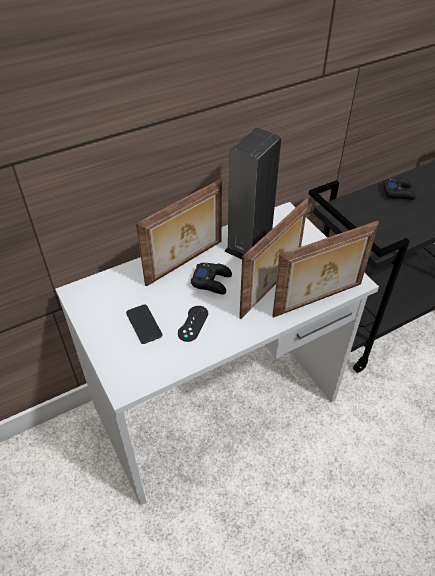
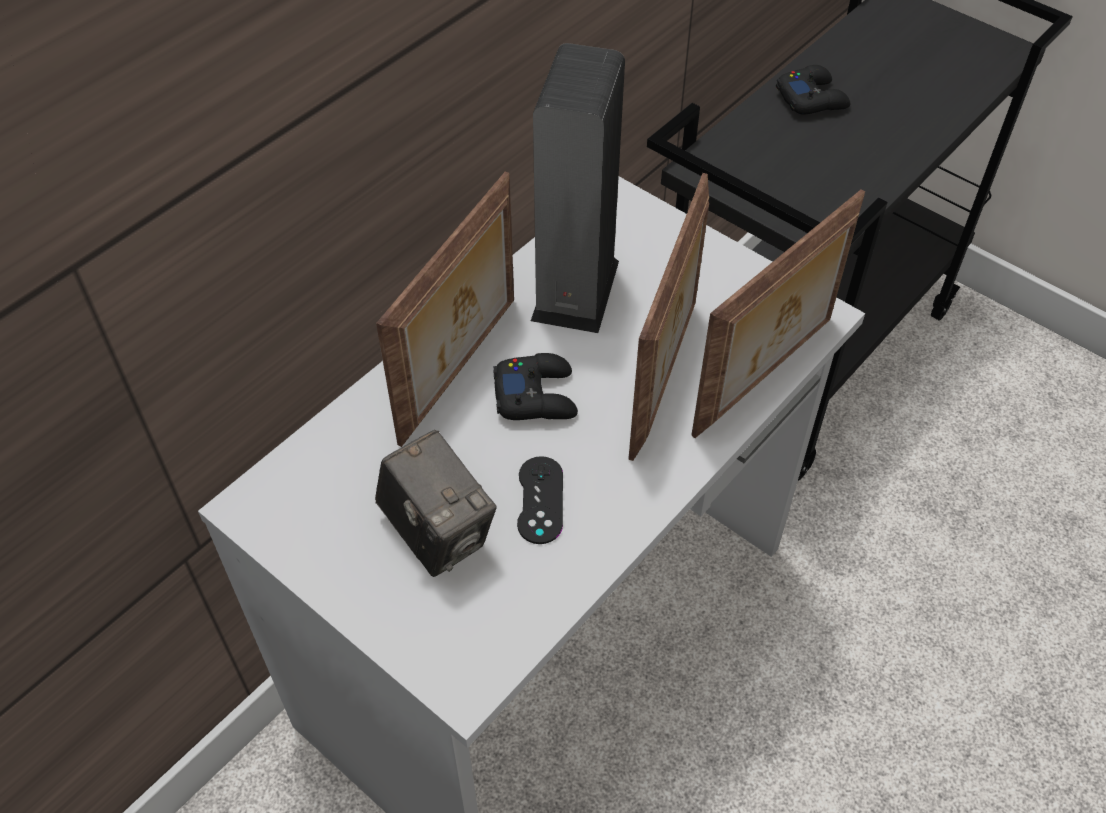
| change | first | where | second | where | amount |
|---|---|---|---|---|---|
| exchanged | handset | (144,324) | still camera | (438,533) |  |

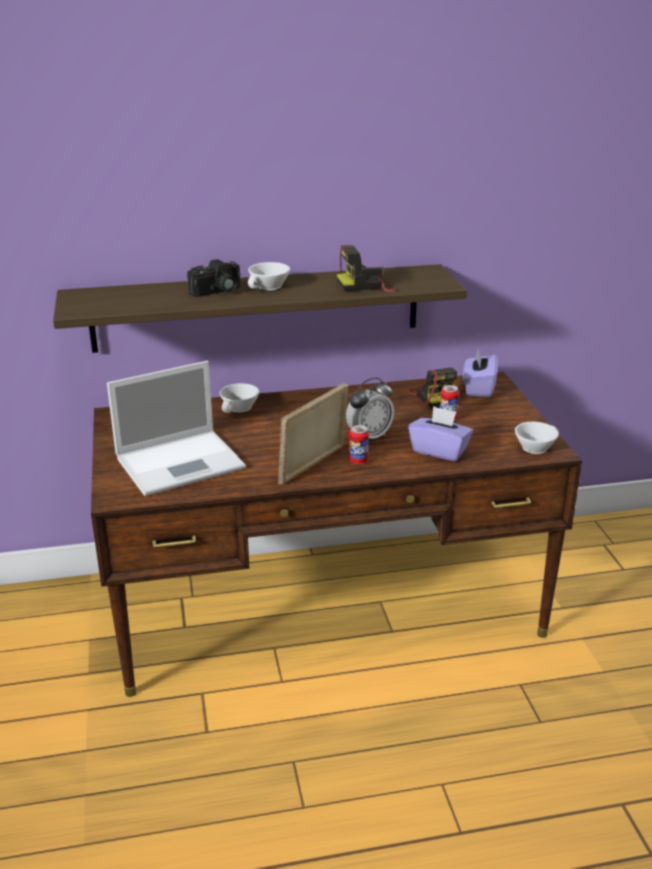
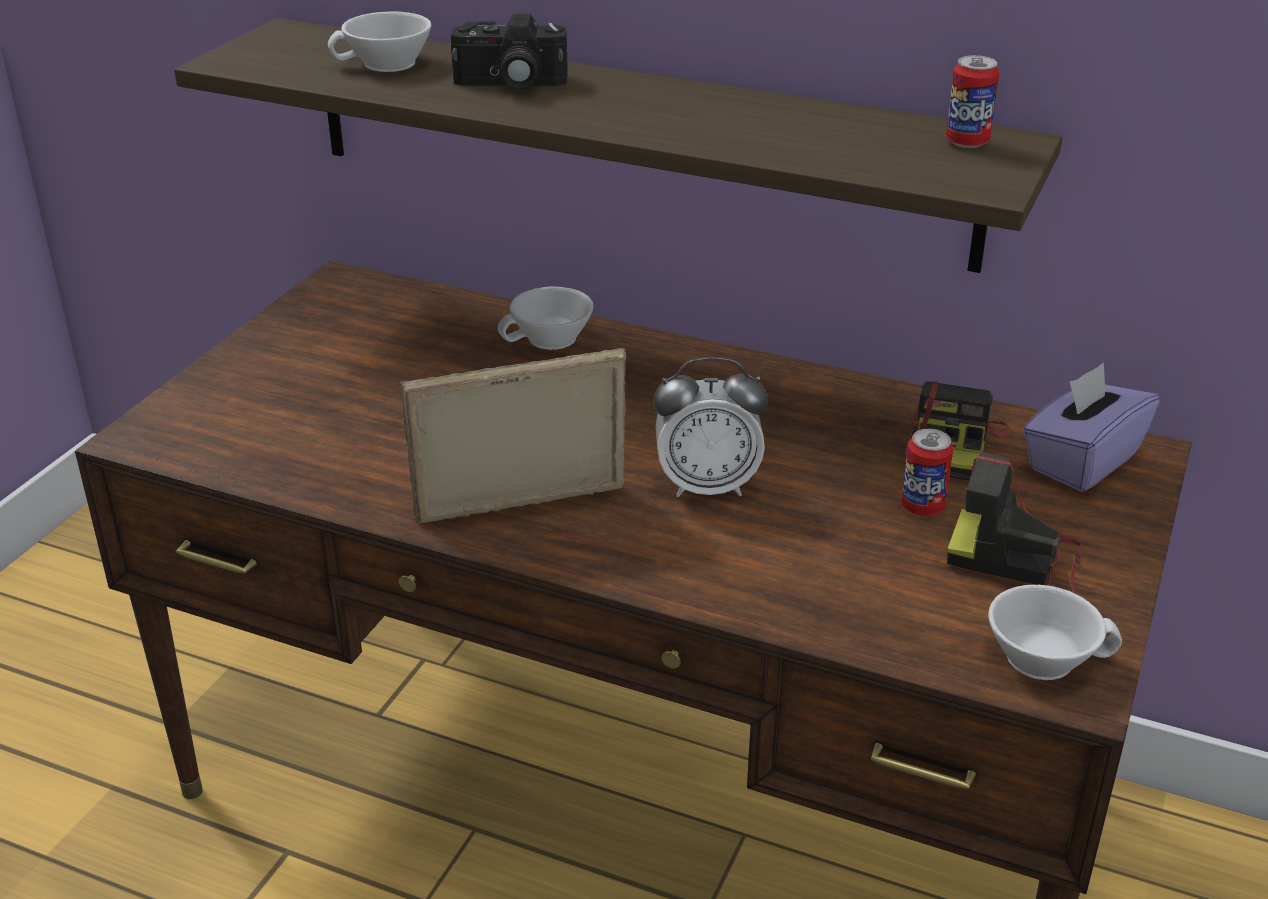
| change | first | where | second | where | amount |
|---|---|---|---|---|---|
| missing | portable computer | (182,462) |  |  |  |
| missing | purple-coloured box of tissues | (439,450) |  |  |  |
| relocated | white small cup | (269,286) |  | (387,64) |  |
| relocated | still camera | (366,286) |  | (1019,563) |  |
| relocated | sealed can | (358,461) |  | (967,142) |  |

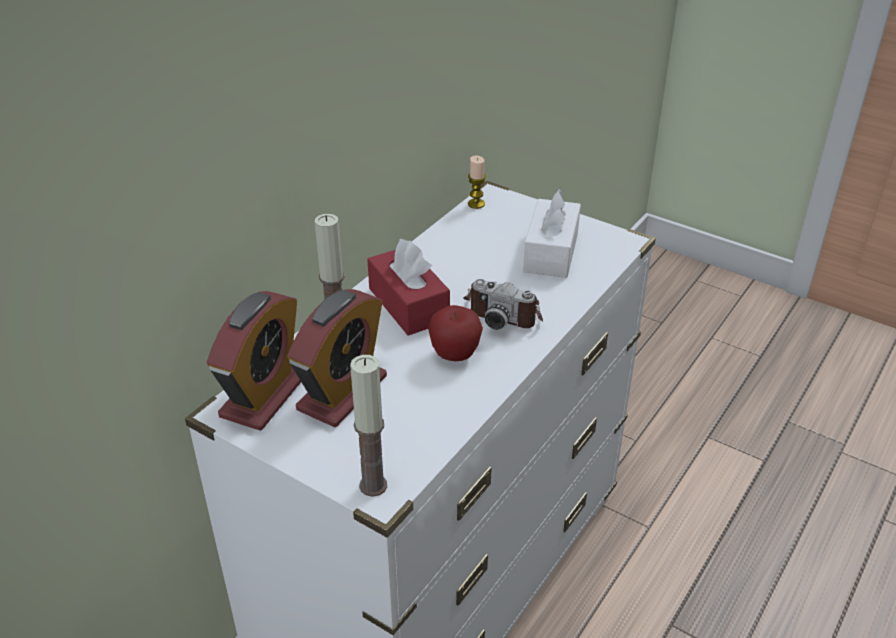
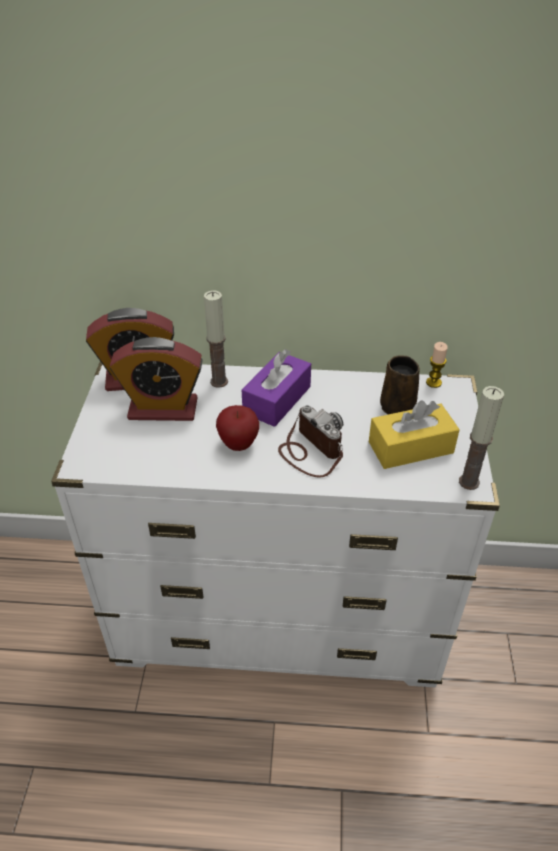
| change | first | where | second | where | amount |
|---|---|---|---|---|---|
| appeared |  |  | brownish coffee mug | (396,406) |  |
| relocated | wax light | (373,485) |  | (469,482) |  |
| colour | reddish box of tissues | (408,305) | purple-coloured box of tissues | (277,400) |  |
| colour | white box of tissues | (551,252) | yellowish box of tissues | (410,447) |  |
| spun | still camera | (505,311) |  | (310,450) | 150 degrees clockwise |

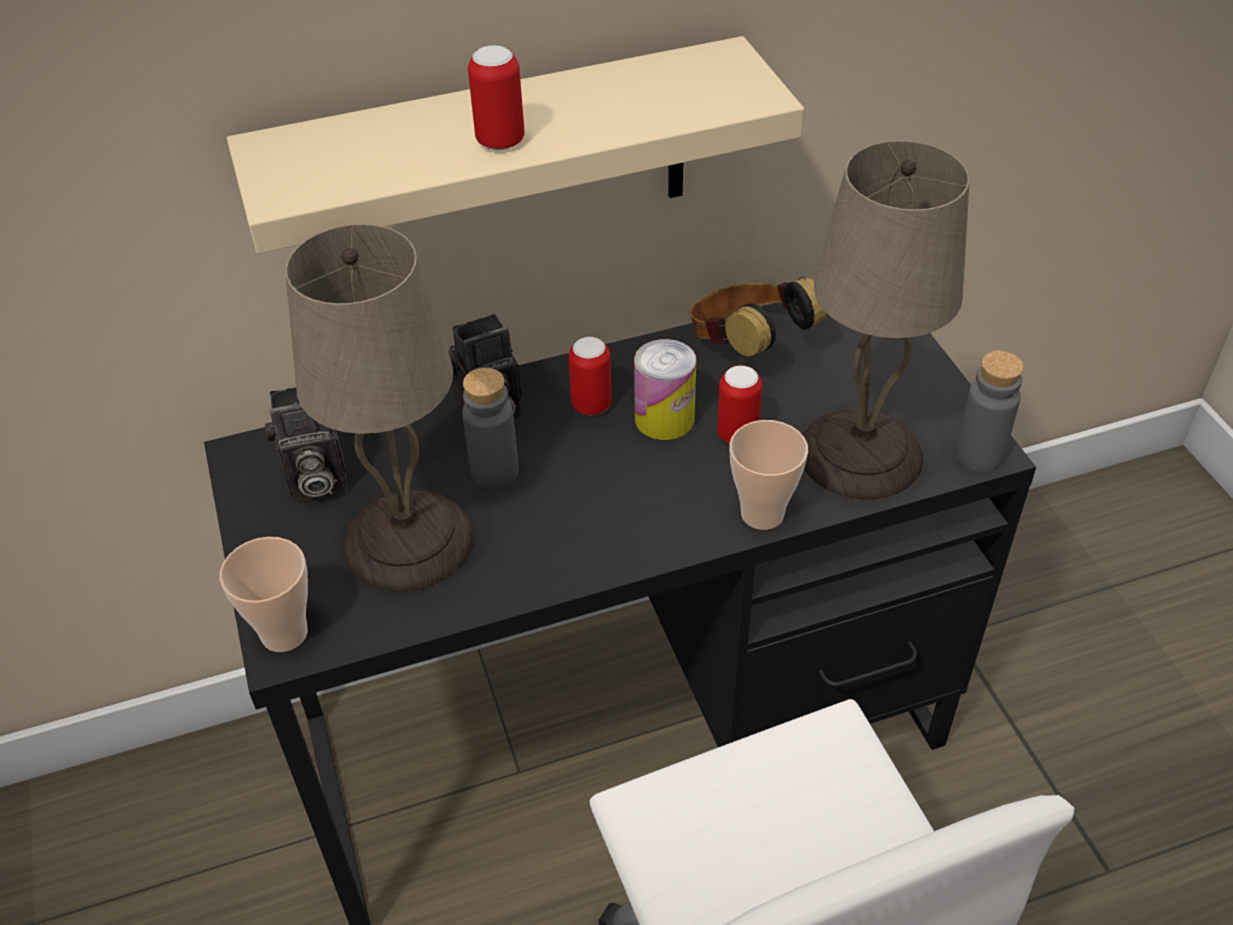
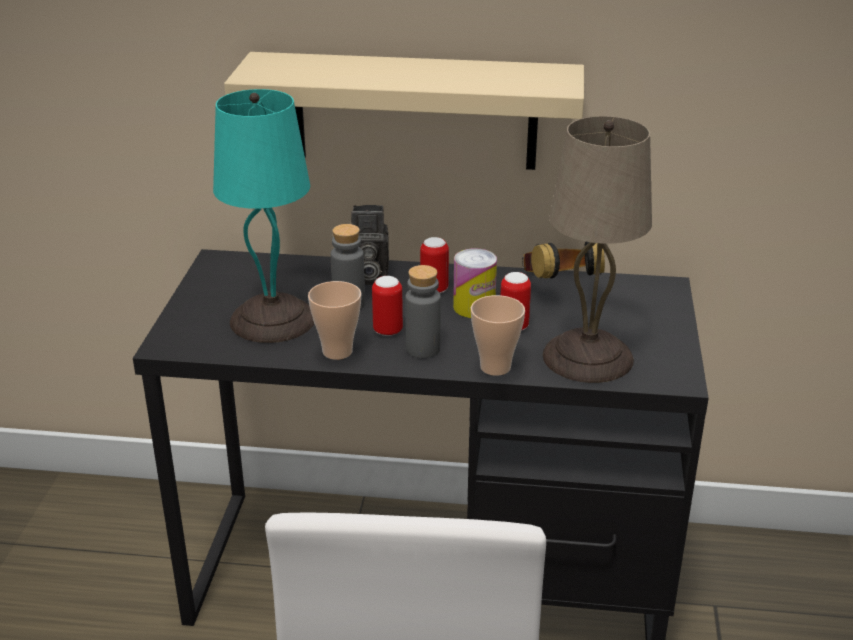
| change | first | where | second | where | amount |
|---|---|---|---|---|---|
| missing | still camera | (314,483) |  |  |  |
| relocated | small cup | (284,633) |  | (337,351) |  |
| relocated | sealed can | (500,141) |  | (387,331) |  |
| relocated | grey drink bottle | (978,455) |  | (423,349) |  |
| colour | sand-coloured lamp for a table | (406,542) | blue-green lamp for a table | (271,320) |  |

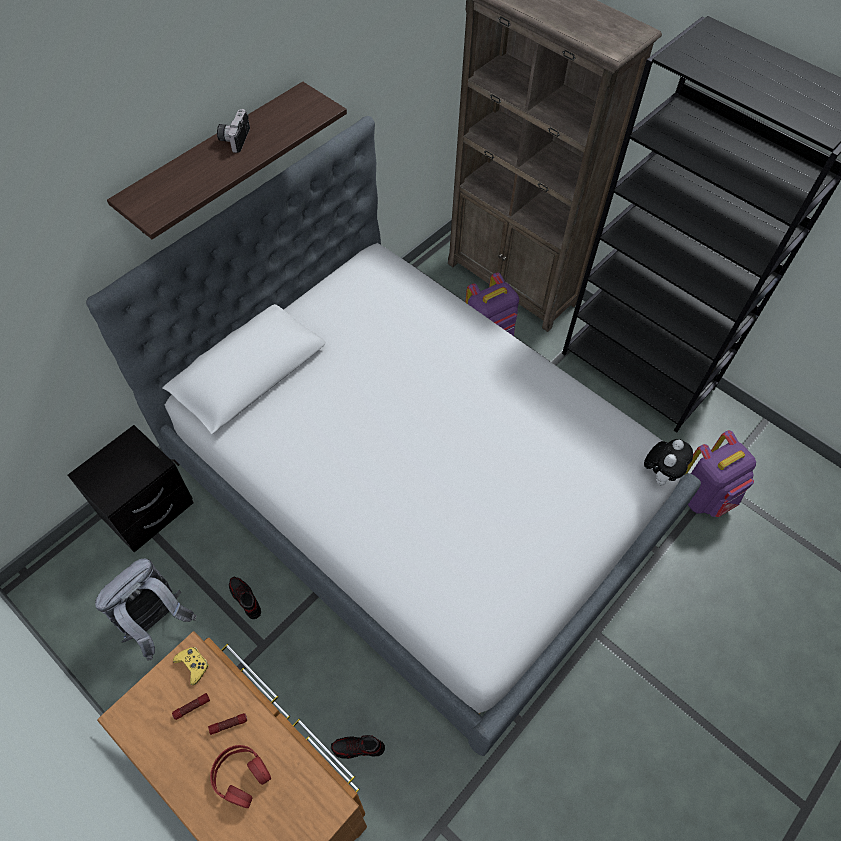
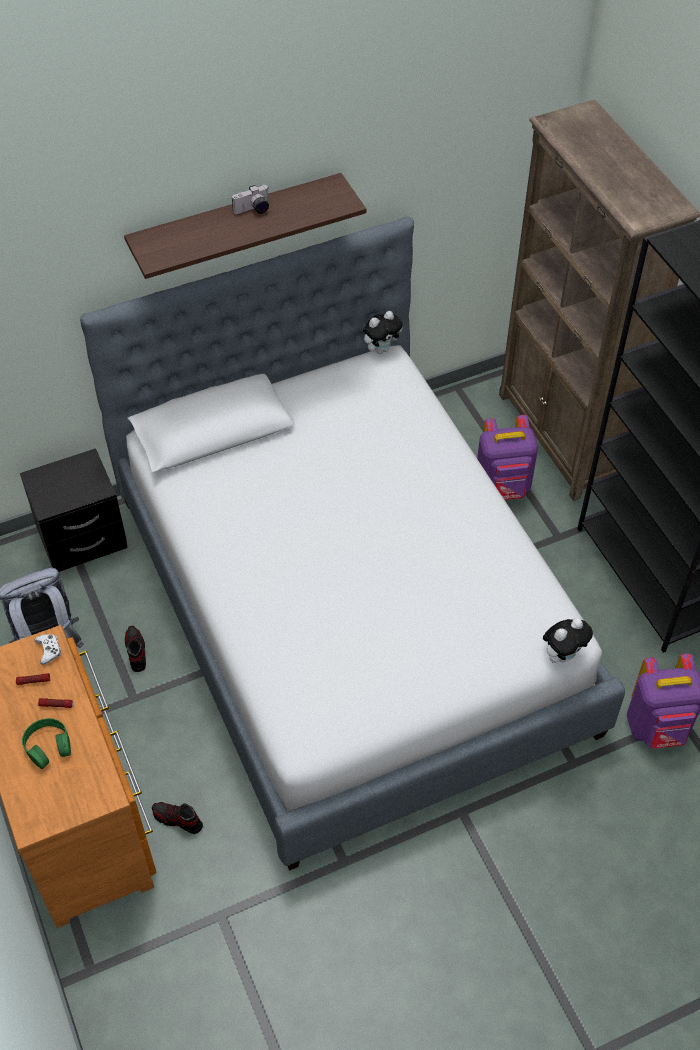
| change | first | where | second | where | amount |
|---|---|---|---|---|---|
| appeared |  |  | plush toy | (381,349) |  |
| colour | yellowish game controller | (193,665) | white game controller | (49,650) |  |
| colour | reddish headphones | (241,776) | greenish headphones | (48,746) |  |
| spun | still camera | (234,138) |  | (253,210) | 150 degrees counterclockwise |

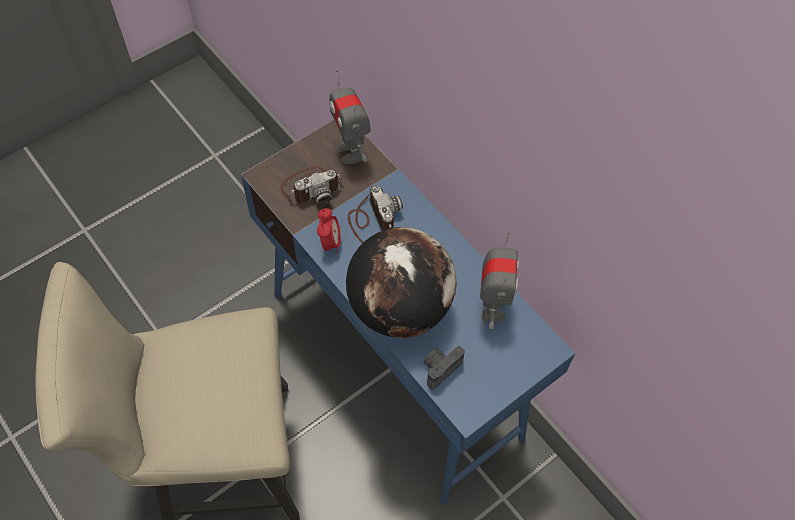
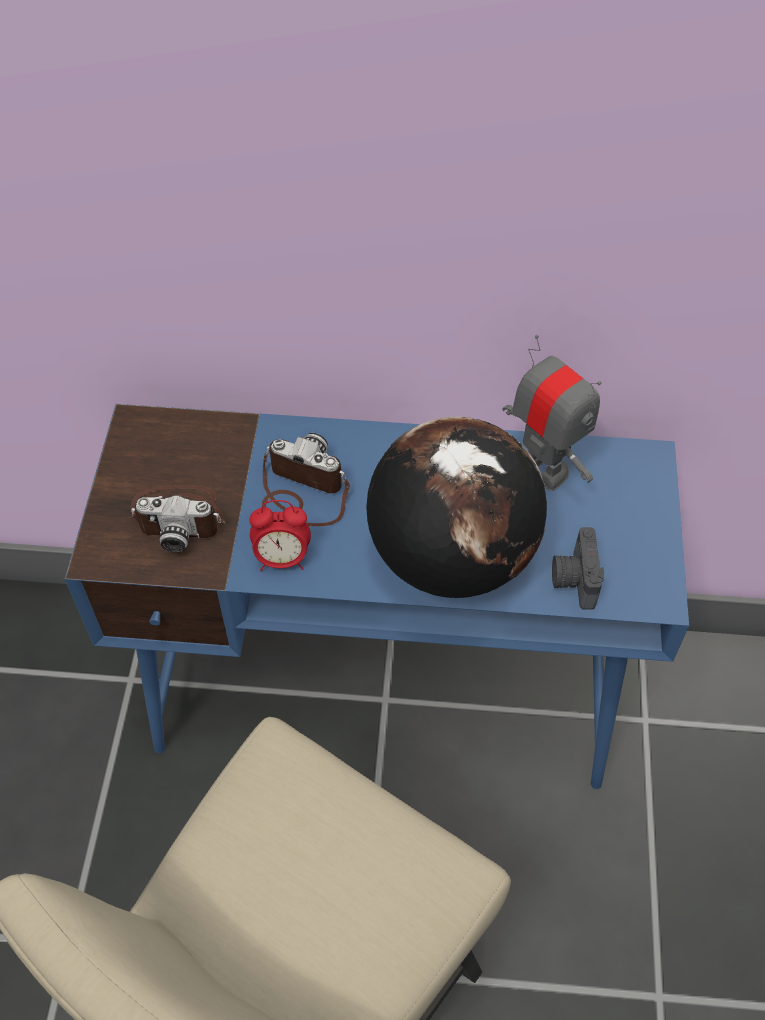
| change | first | where | second | where | amount |
|---|---|---|---|---|---|
| missing | robot figure | (351,151) |  |  |  |
| spun | still camera | (311,187) |  | (179,517) | 75 degrees clockwise |
| spun | bedside clock | (330,242) |  | (282,559) | 135 degrees clockwise |

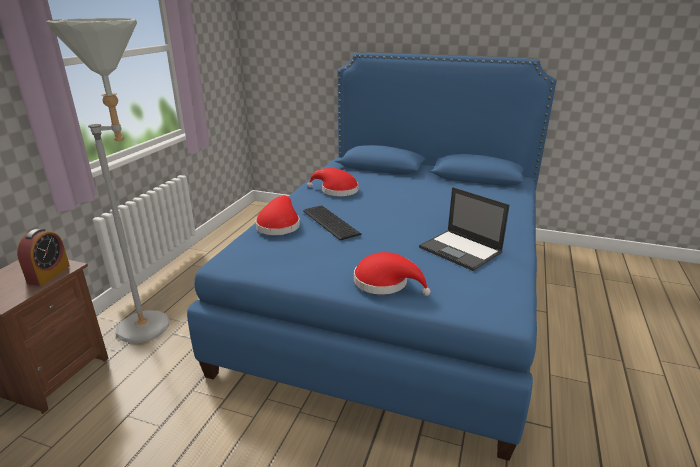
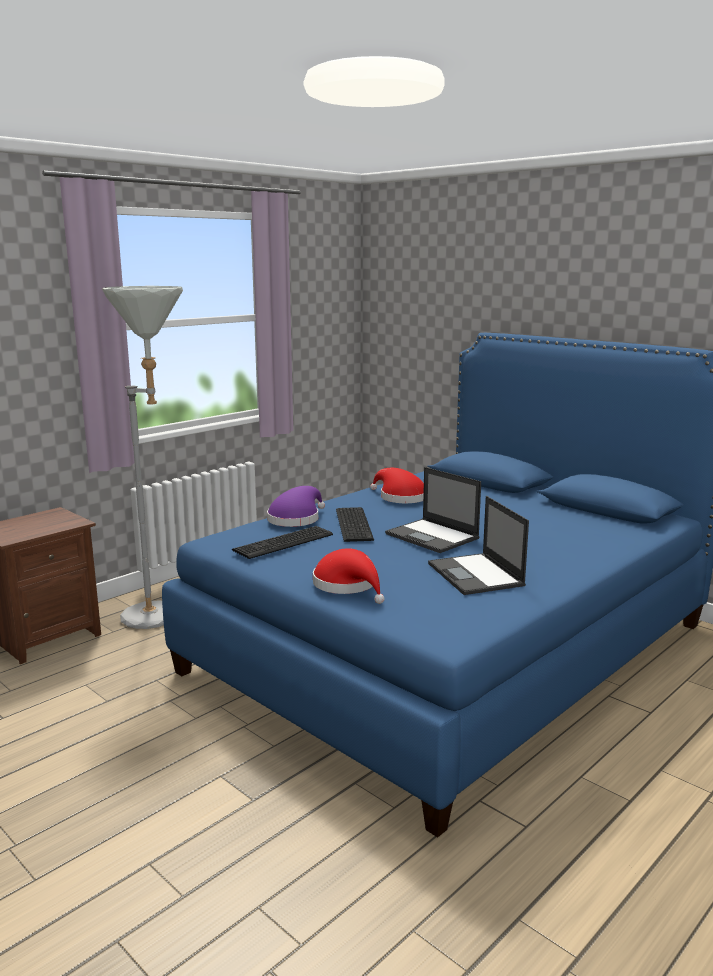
| change | first | where | second | where | amount |
|---|---|---|---|---|---|
| missing | bedside clock | (49,274) |  |  |  |
| appeared |  |  | computer keyboard | (285,542) |  |
| appeared |  |  | portable computer | (433,536) |  |
| colour | reddish wearable hat | (279,225) | purple-coloured wearable hat | (296,519) |  |

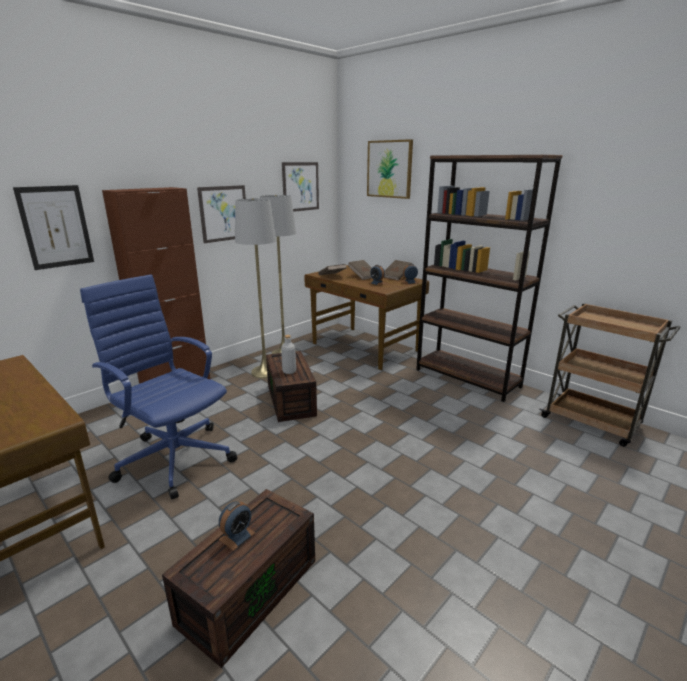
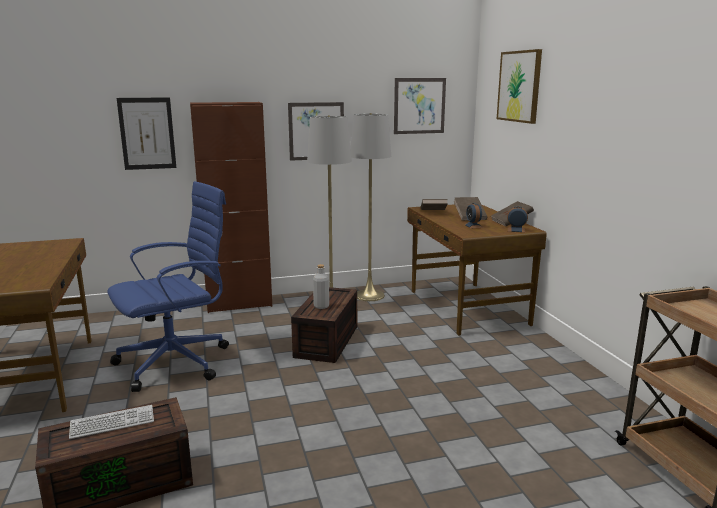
| change | first | where | second | where | amount |
|---|---|---|---|---|---|
| missing | brownish bookcase | (467,378) |  |  |  |
| exchanged | bedside clock | (237,536) | computer keyboard | (112,423) |  |
| spun | blue desk chair | (174,457) |  | (177,362) | 75 degrees clockwise |

